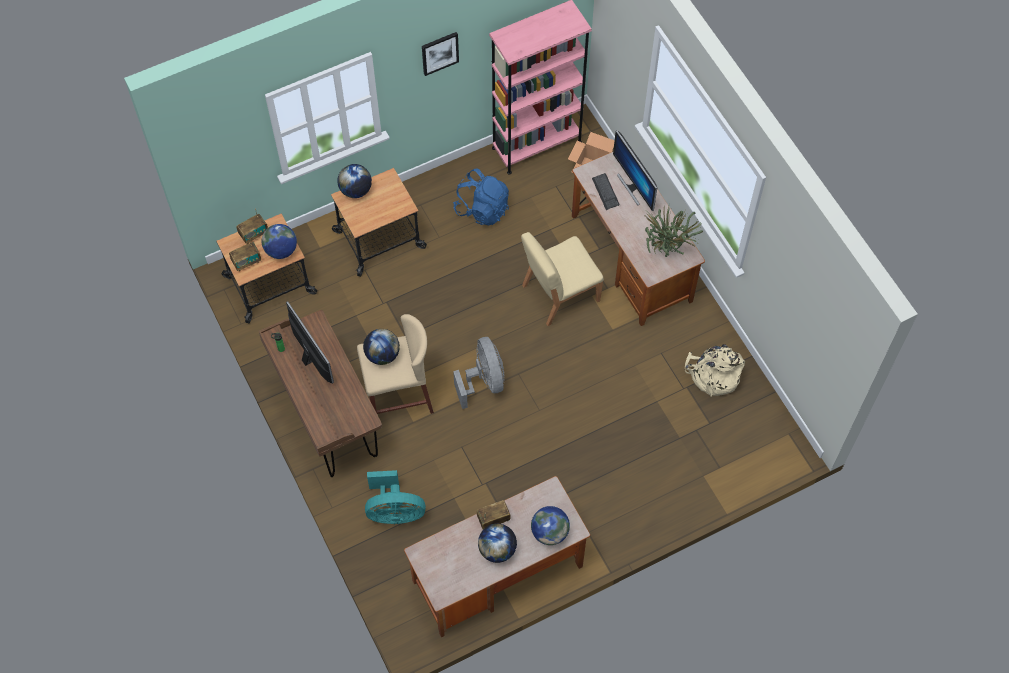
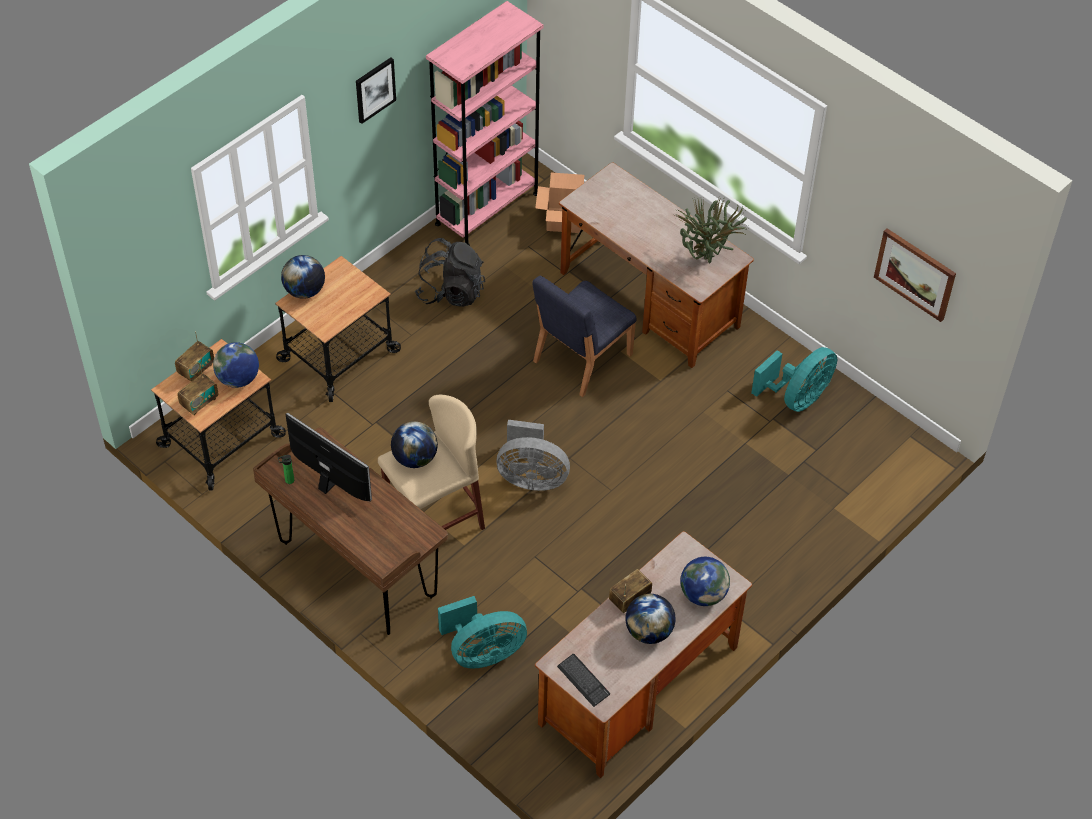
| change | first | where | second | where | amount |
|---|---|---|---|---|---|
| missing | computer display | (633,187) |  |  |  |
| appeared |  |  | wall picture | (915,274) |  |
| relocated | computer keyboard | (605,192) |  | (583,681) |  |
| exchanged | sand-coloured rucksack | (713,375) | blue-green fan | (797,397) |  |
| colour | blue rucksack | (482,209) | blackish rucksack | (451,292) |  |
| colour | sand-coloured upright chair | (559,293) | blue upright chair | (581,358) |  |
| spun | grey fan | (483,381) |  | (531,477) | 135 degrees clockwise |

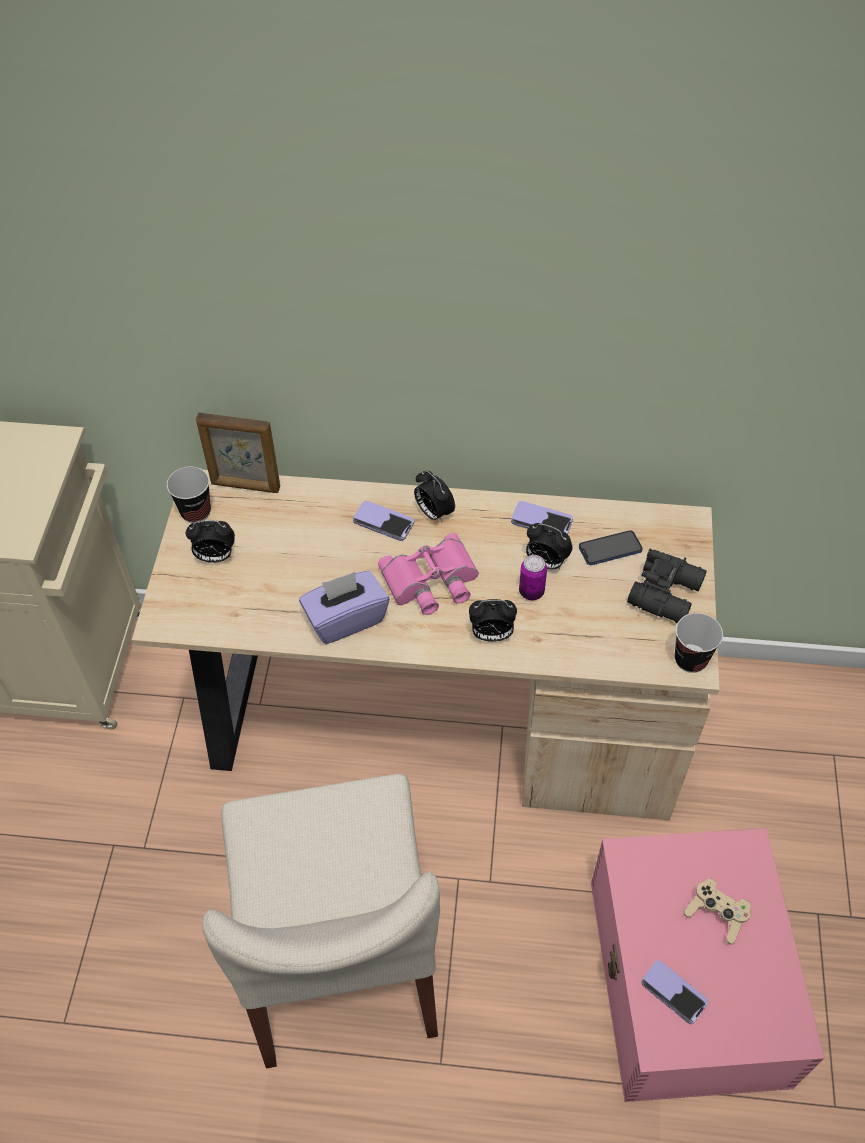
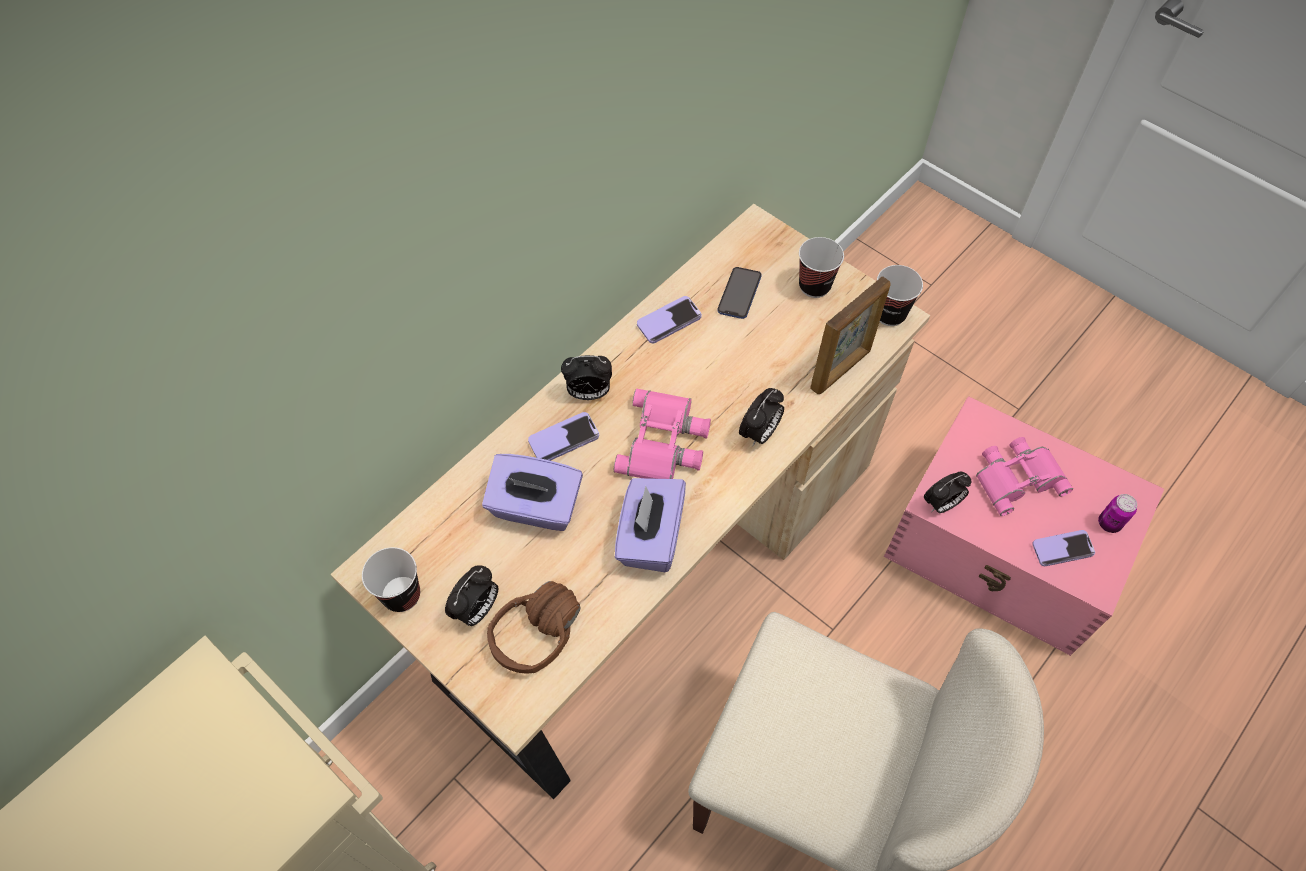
| change | first | where | second | where | amount |
|---|---|---|---|---|---|
| appeared |  |  | purple-coloured box of tissues | (535,507) |  |
| appeared |  |  | brownish headphones | (548,643) |  |
| relocated | photo frame | (245,486) |  | (841,369) |  |
| relocated | sealed can | (531,592) |  | (1109,523) |  |
| relocated | bedside clock | (545,562) |  | (941,504) |  |
| exchanged | blackish binoculars | (667,593) | small cup | (814,286) |  |
| exchanged | sand-coloured game controller | (716,914) | pinkish binoculars | (1017,477) |  |

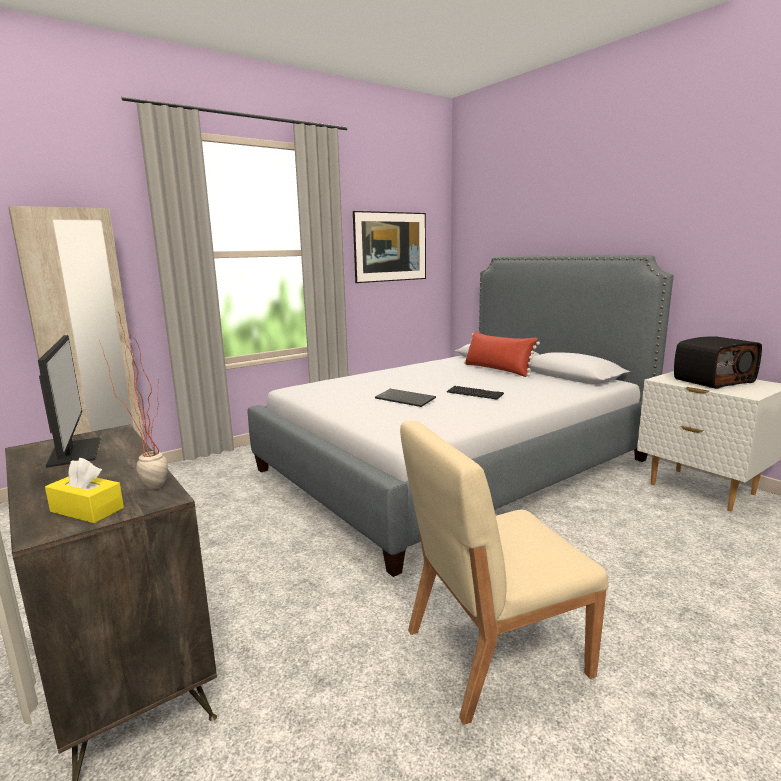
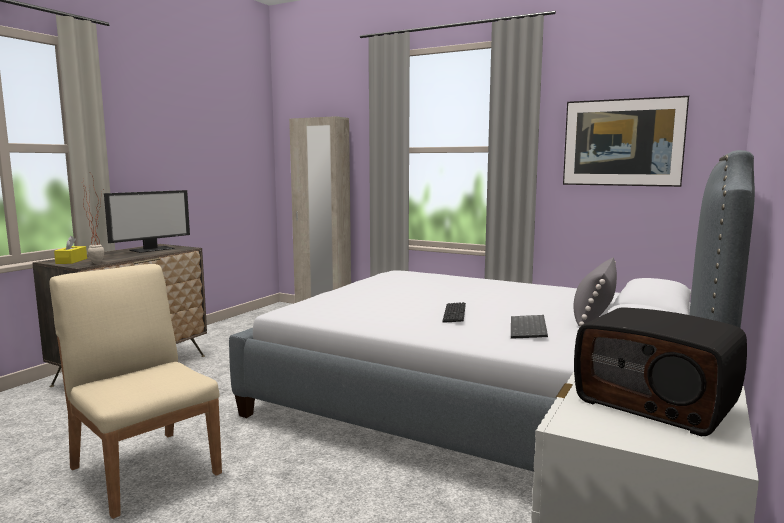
| change | first | where | second | where | amount |
|---|---|---|---|---|---|
| relocated | computer keyboard | (406,399) |  | (529,329) |  |
| colour | reddish cushion | (497,370) | grey cushion | (594,313) |  |

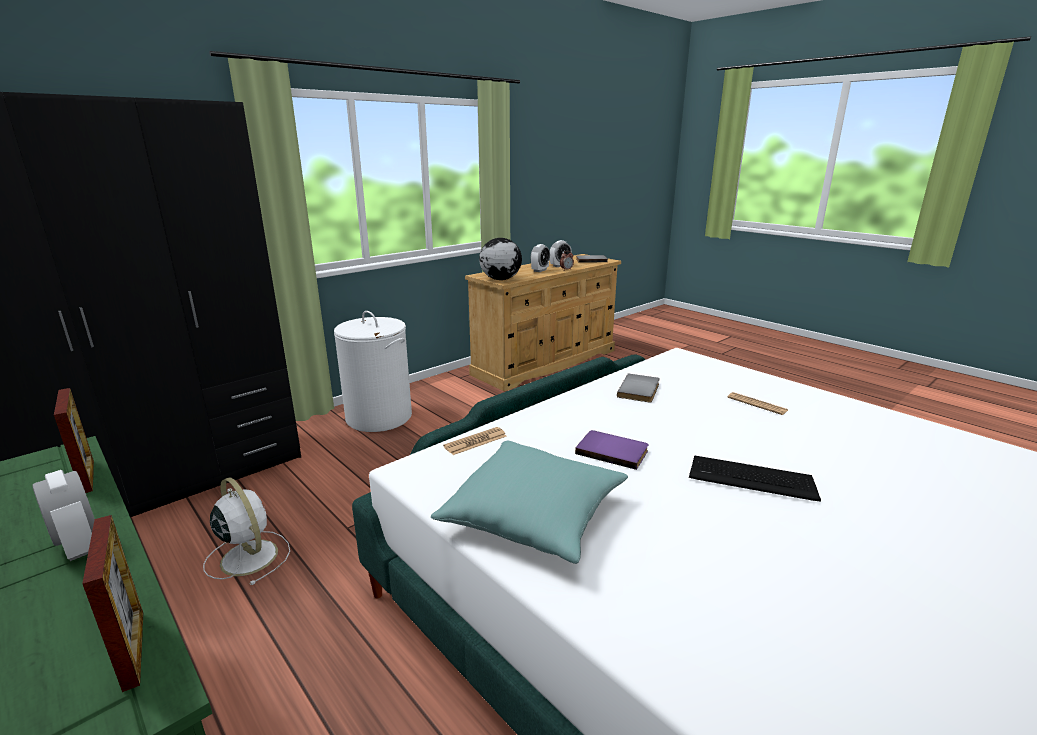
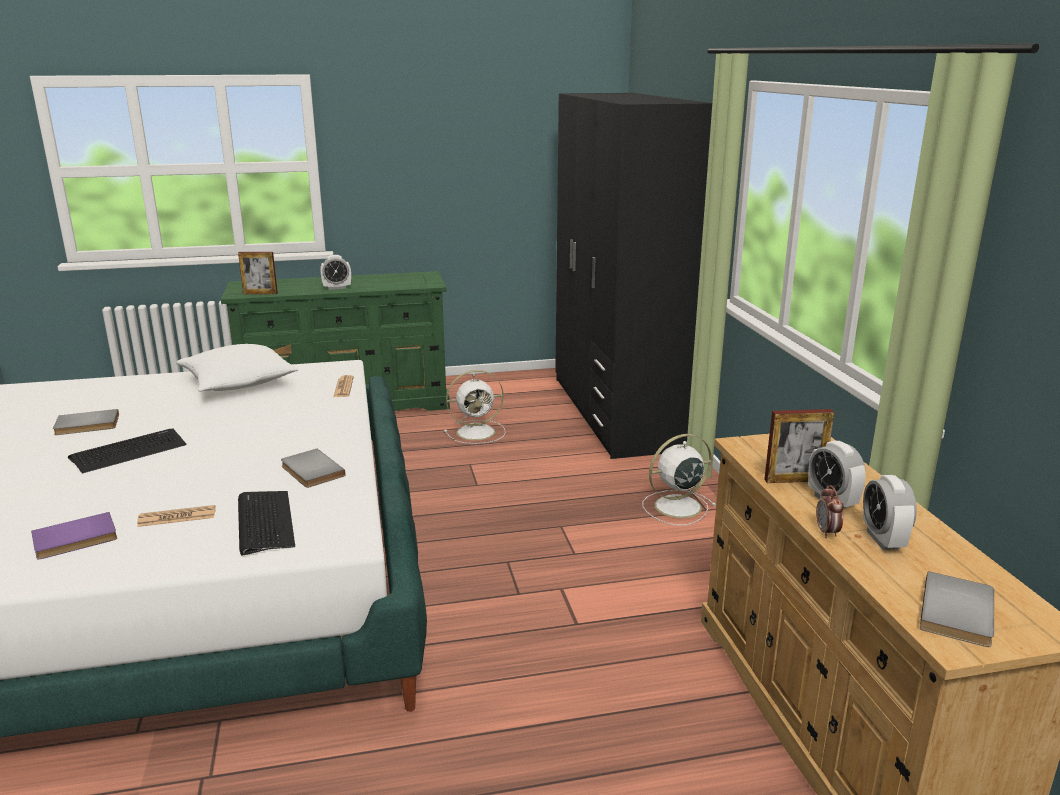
| change | first | where | second | where | amount |
|---|---|---|---|---|---|
| missing | world globe | (500,279) |  |  |  |
| appeared |  |  | grey book | (87,425) |  |
| appeared |  |  | computer keyboard | (264,522) |  |
| relocated | photo frame | (87,476) |  | (794,480) |  |
| relocated | purple-coloured book | (612,451) |  | (75,539) |  |
| exchanged | white laundry basket | (379,417) | white fan | (676,507) |  |
| colour | blue-green cushion | (534,516) | white cushion | (238,383) |  |

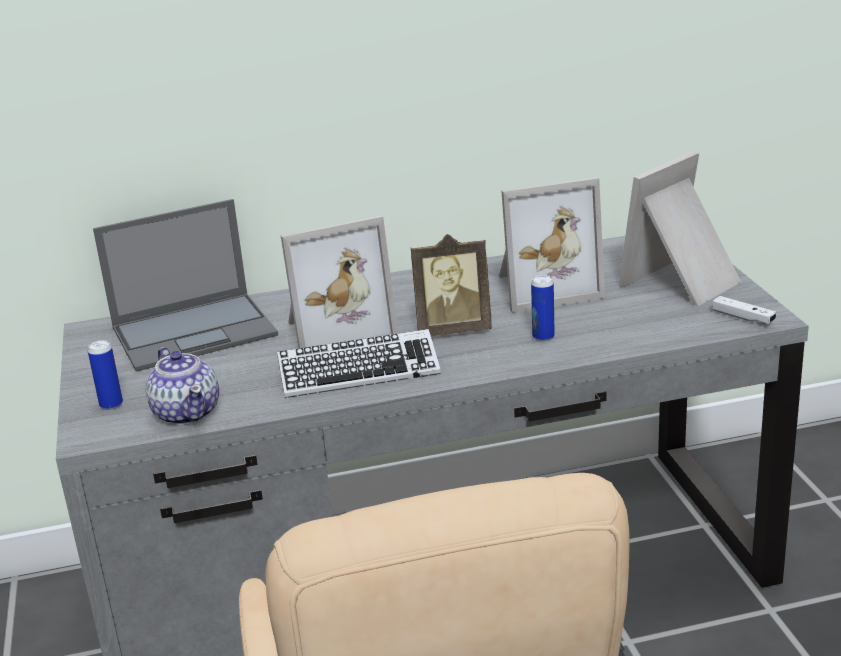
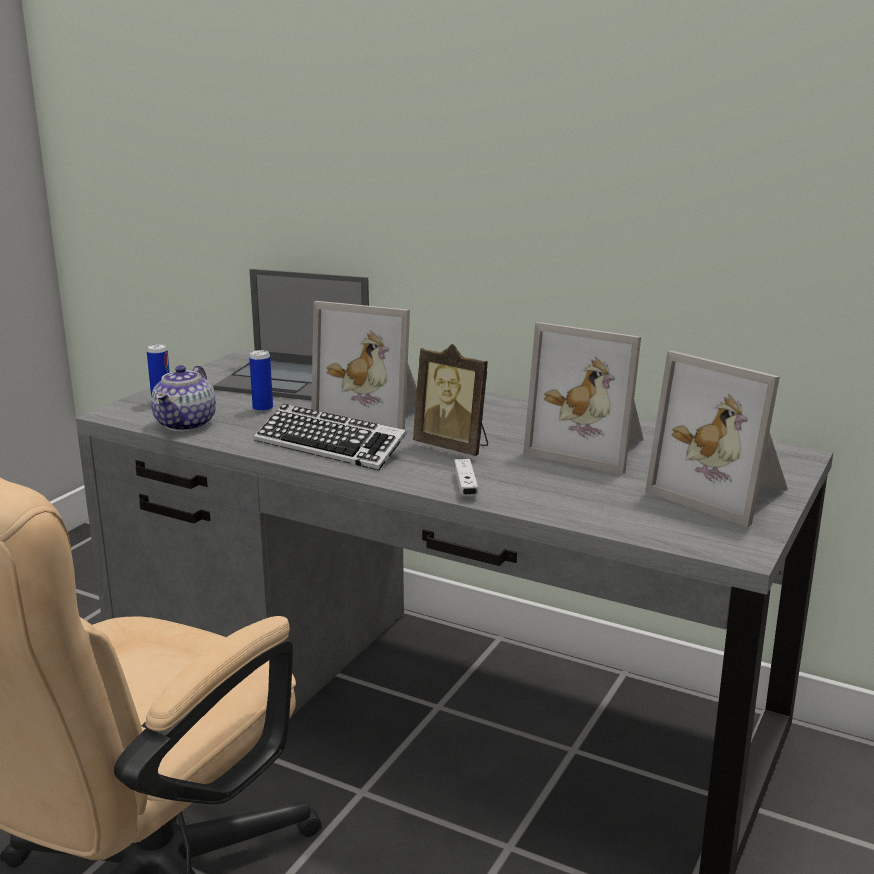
| change | first | where | second | where | amount |
|---|---|---|---|---|---|
| relocated | sealed can | (543,337) |  | (263,409) |  |
| relocated | white game controller | (743,318) |  | (465,486) |  |
| spun | photo frame | (684,282) |  | (724,492) | 135 degrees counterclockwise |

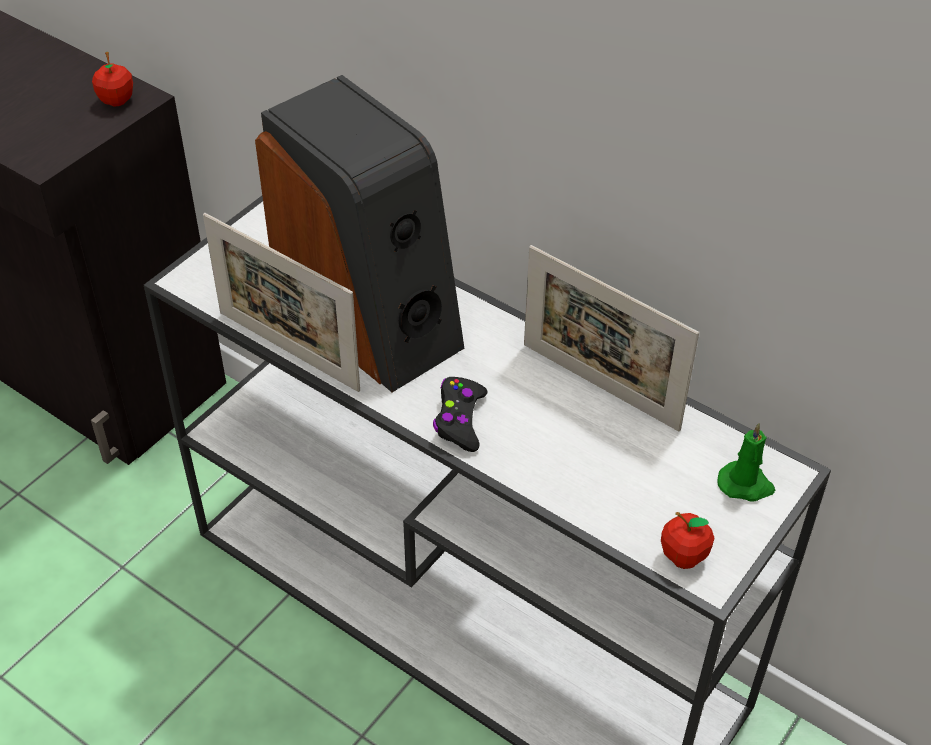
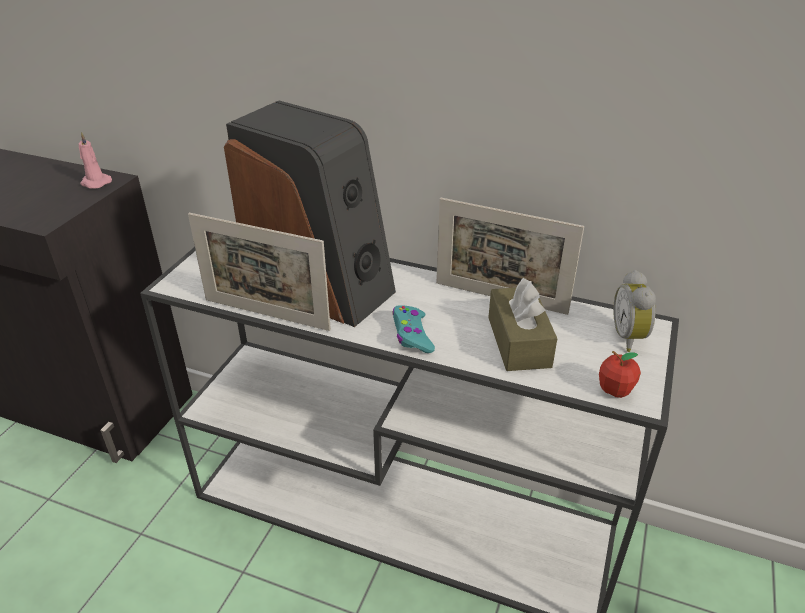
| change | first | where | second | where | amount |
|---|---|---|---|---|---|
| appeared |  |  | brownish box of tissues | (518,342) |  |
| exchanged | whole apple | (116,101) | pinkish wax light | (95,183) |  |
| exchanged | greenish wax light | (746,484) | bedside clock | (630,337) |  |
| colour | blackish game controller | (459,420) | blue-green game controller | (412,335) |  |

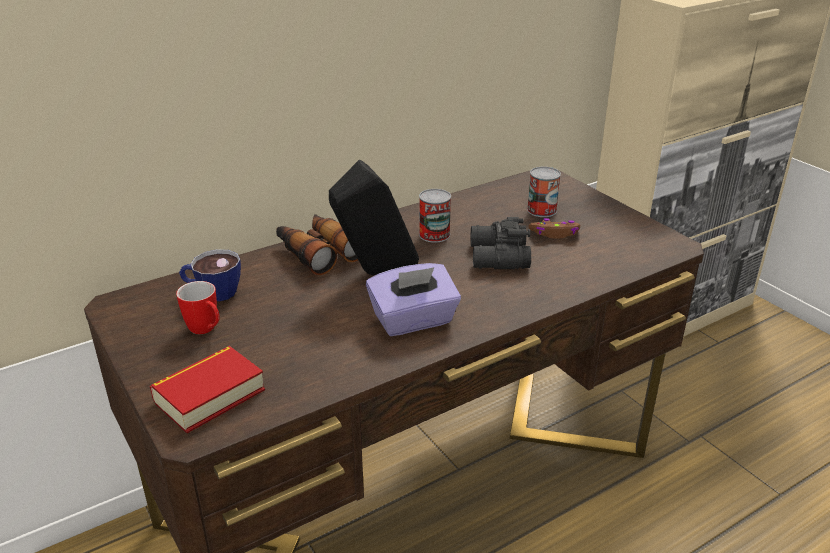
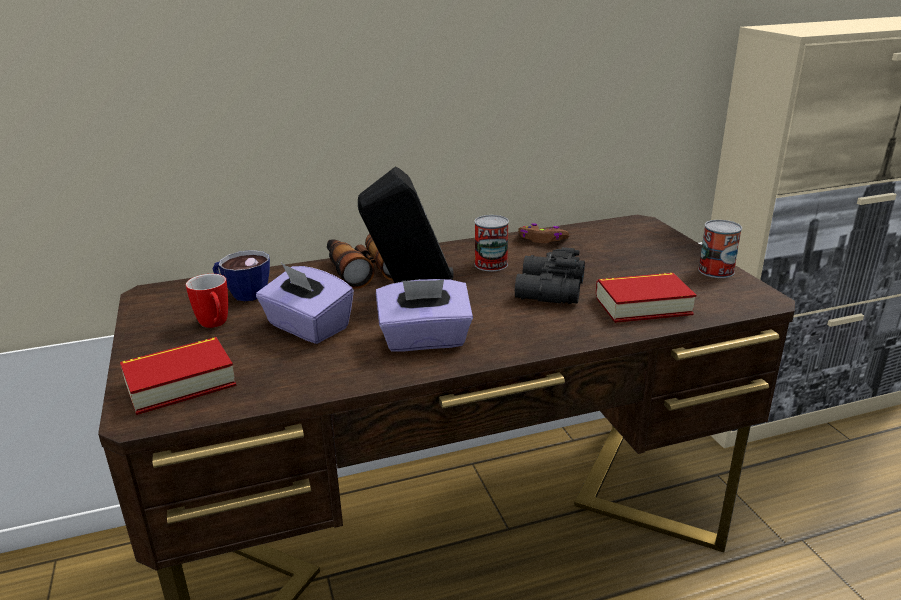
| change | first | where | second | where | amount |
|---|---|---|---|---|---|
| appeared |  |  | purple-coloured box of tissues | (307,327) |  |
| appeared |  |  | book | (643,305) |  |
| relocated | sealed can | (541,210) |  | (716,271) |  |
| relocated | brownish game controller | (555,234) |  | (542,240) |  |

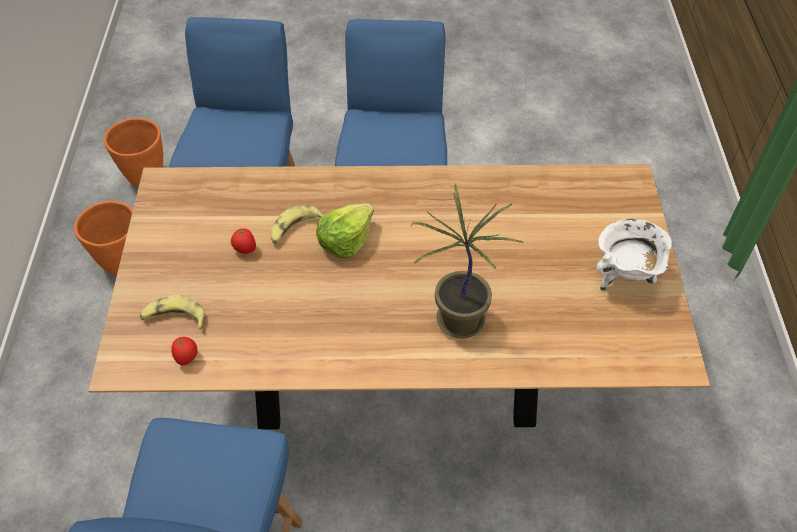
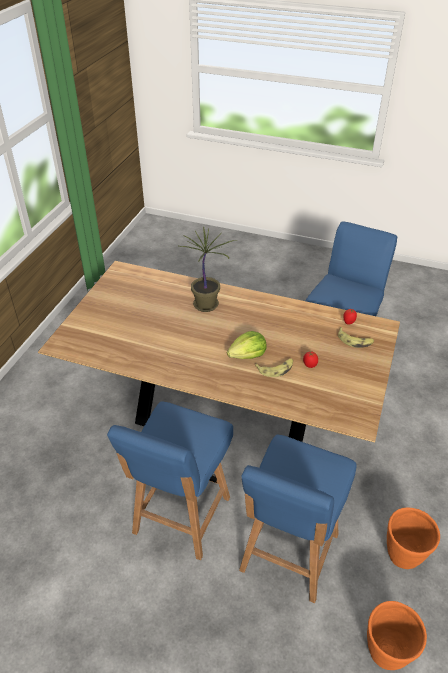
| change | first | where | second | where | amount |
|---|---|---|---|---|---|
| missing | white stockpot | (624,276) |  |  |  |

